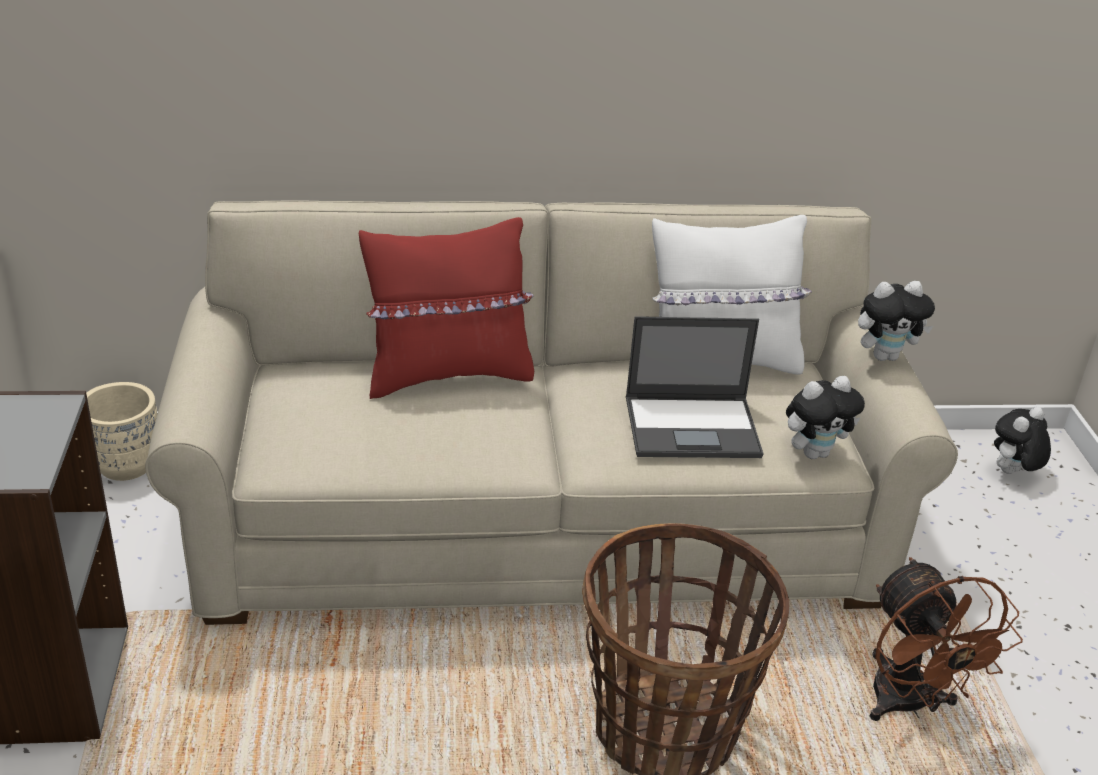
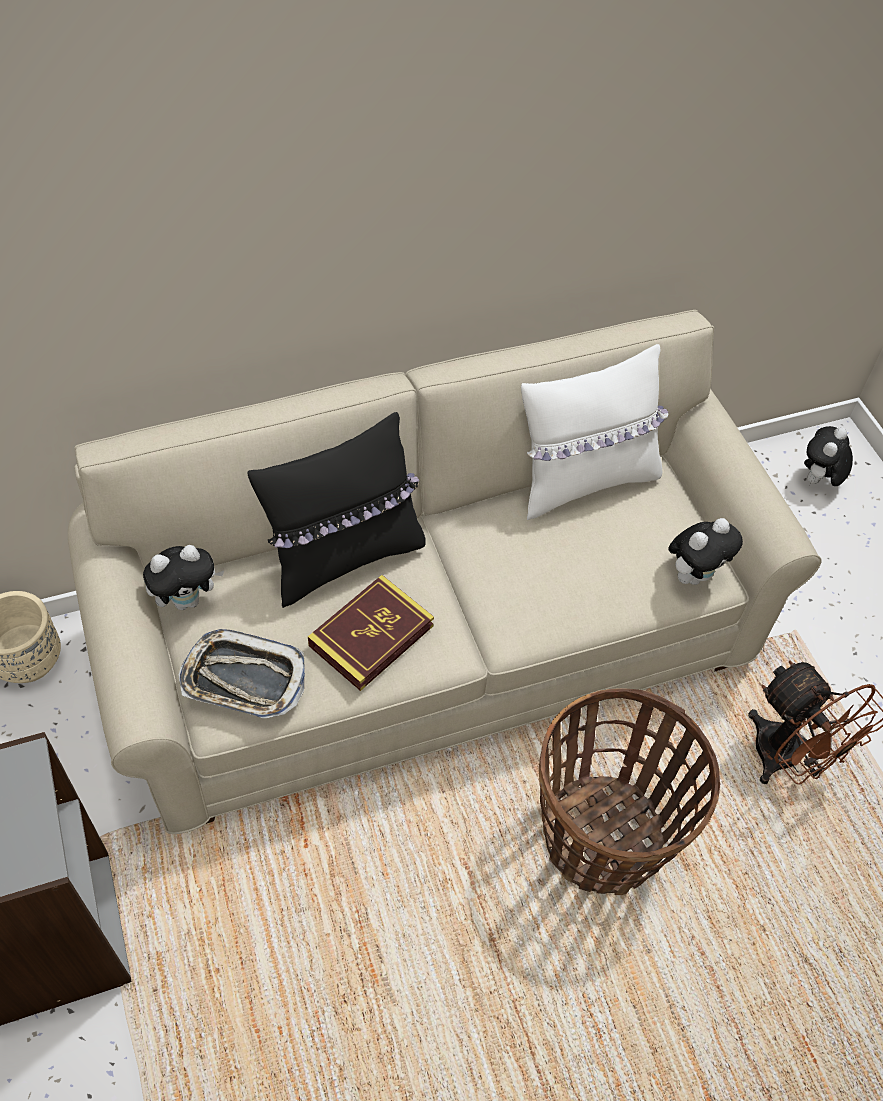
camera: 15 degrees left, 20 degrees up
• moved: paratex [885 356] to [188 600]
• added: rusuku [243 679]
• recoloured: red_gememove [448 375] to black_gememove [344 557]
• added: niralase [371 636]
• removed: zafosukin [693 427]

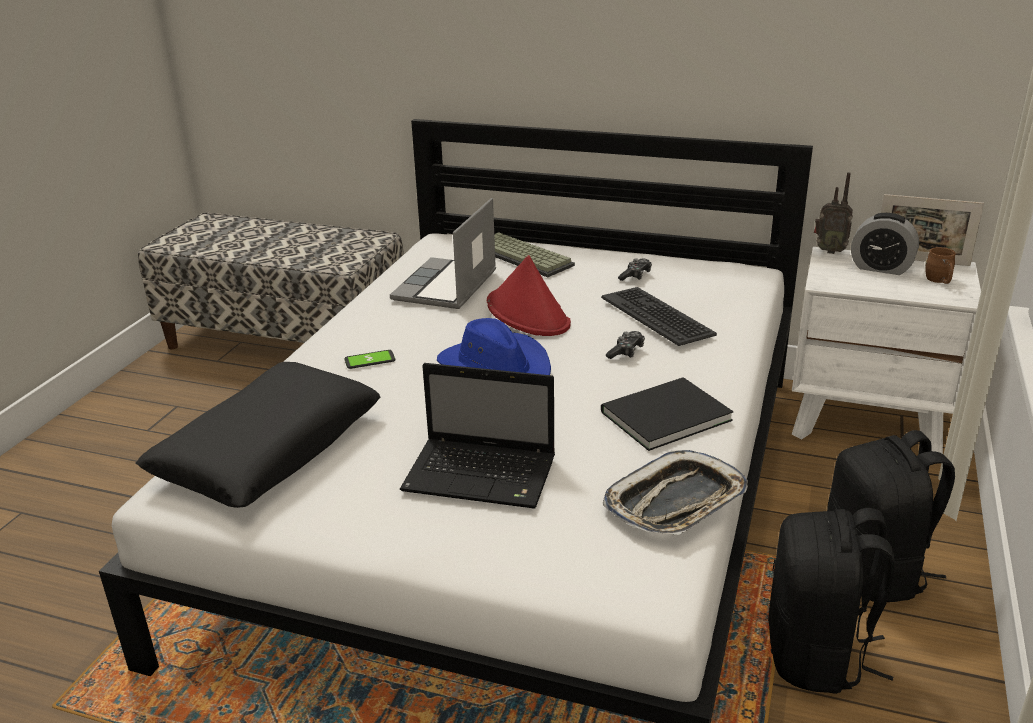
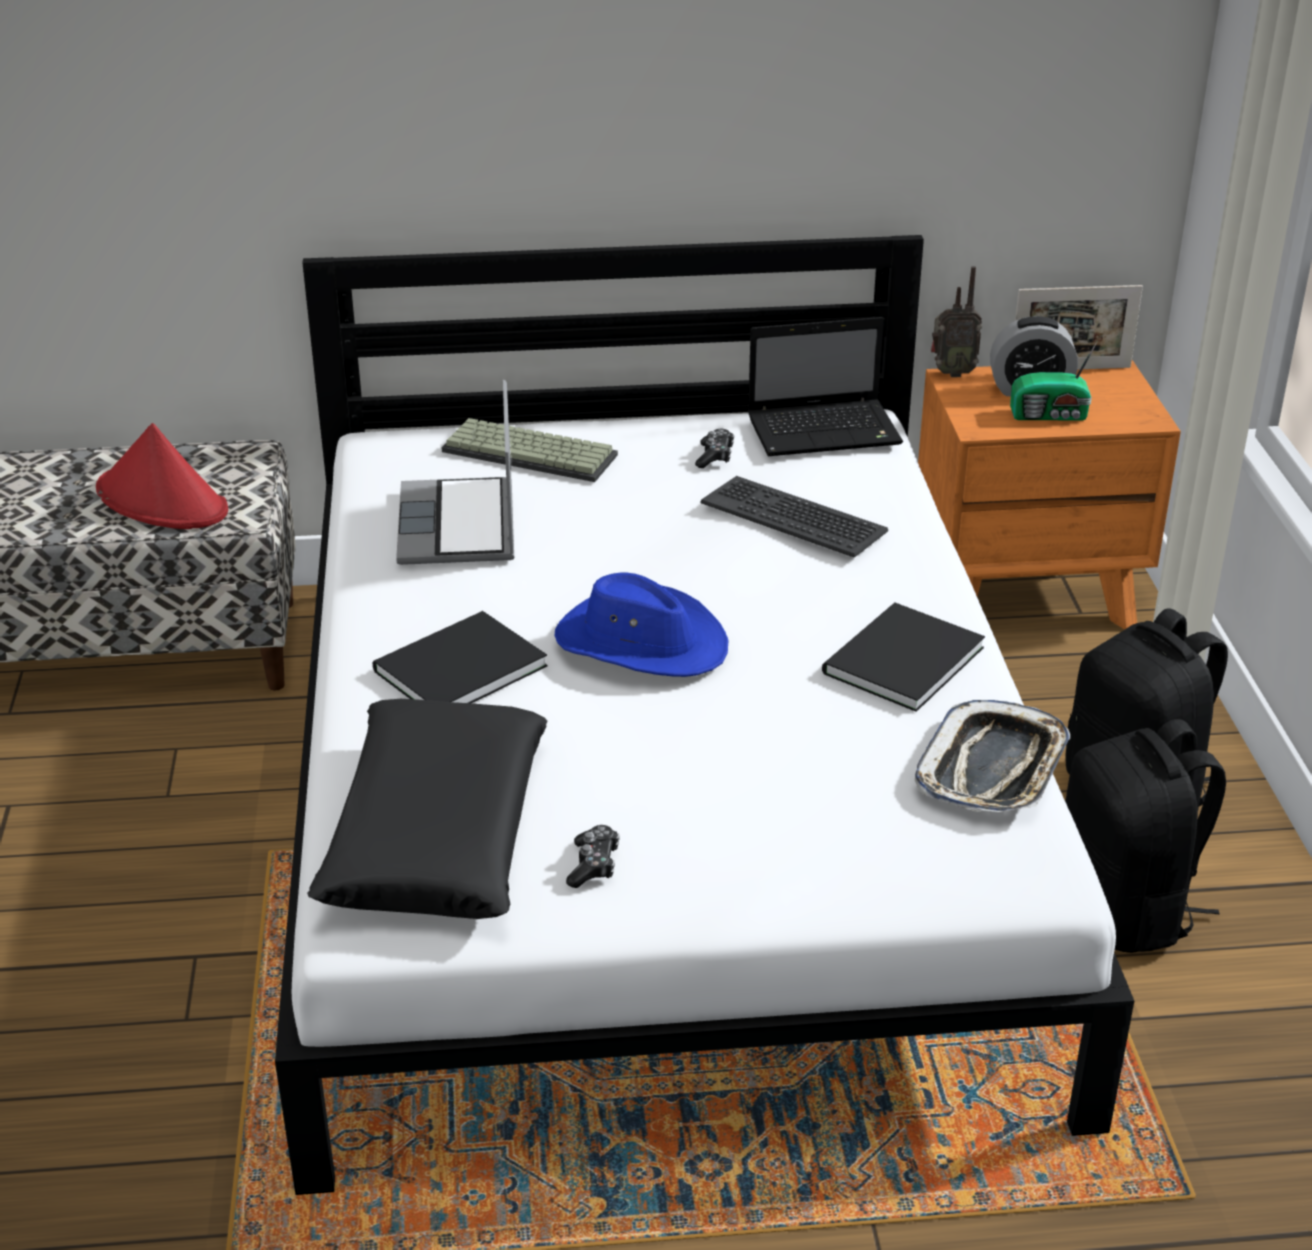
camera: 25 degrees left, 5 degrees up
• moved: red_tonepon [528 314] to [163 501]
• replaced: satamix [370 360] to black_niralase [454 668]
• moved: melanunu [626 352] to [593 865]
• moved: zafosukin [483 475] to [826 430]
• recoloured: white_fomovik [867 420] to orange_fomovik [1026 593]
• added: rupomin [1051 415]
• removed: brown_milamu [939 281]

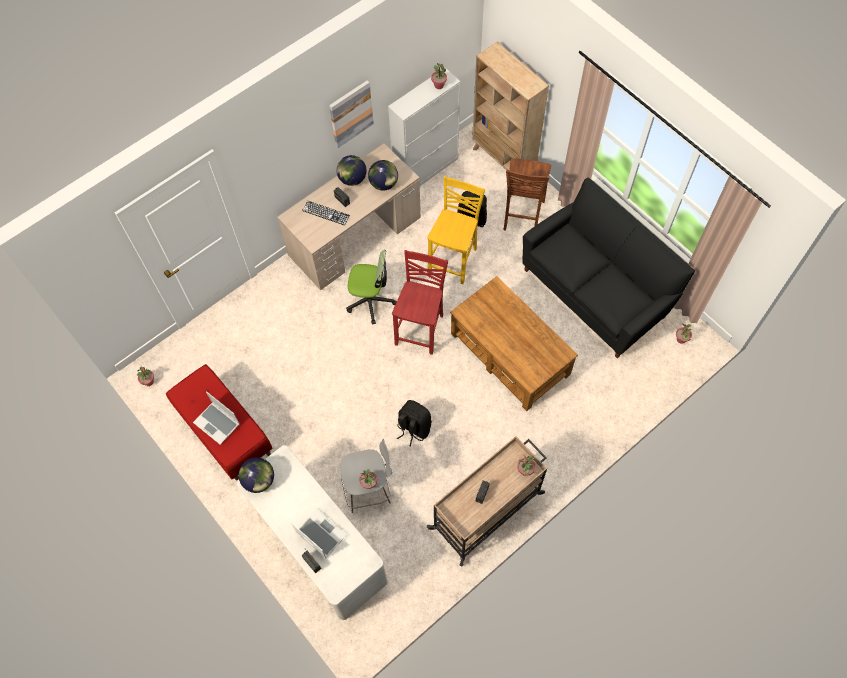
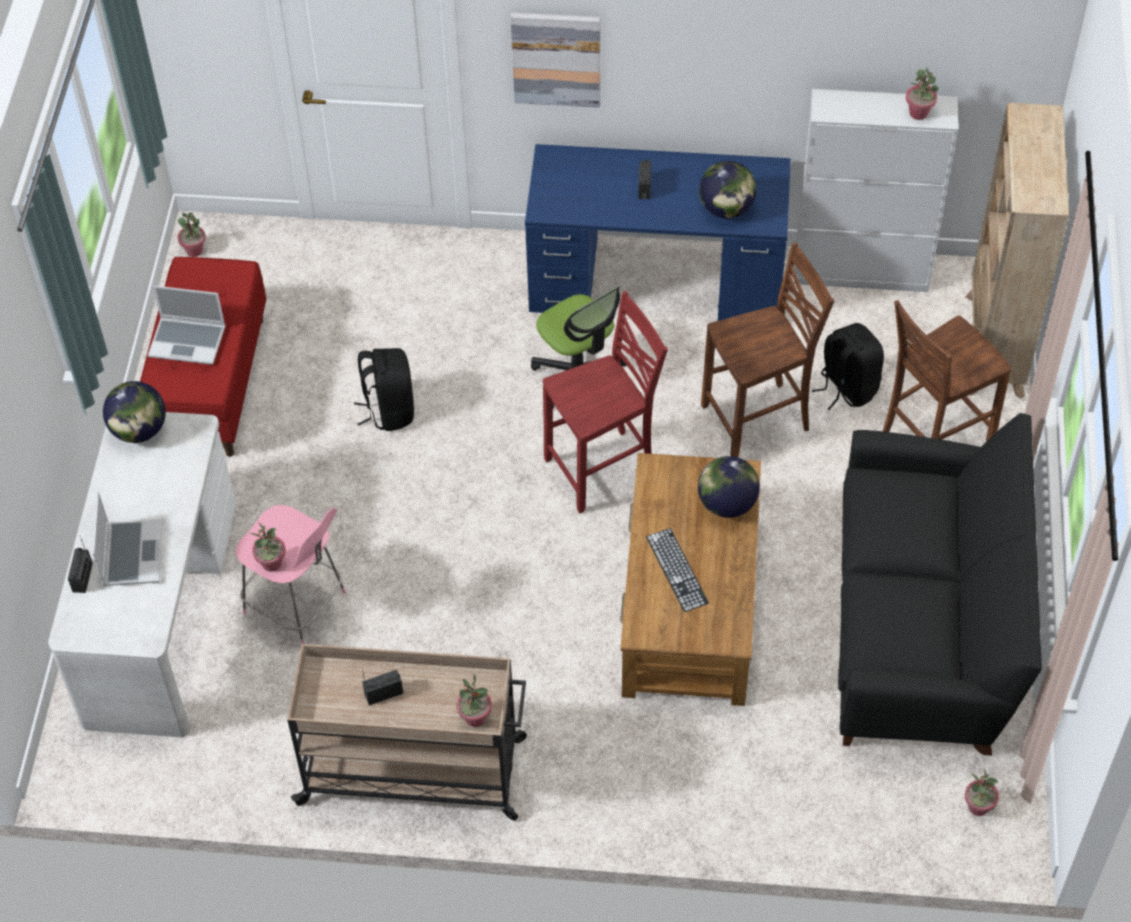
camera: 45 degrees right, 10 degrees down
• turned: zafosukin [218 423] = [188 341] 75 degrees counterclockwise
• recoloured: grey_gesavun [369 489] to pink_gesavun [297 604]
• moved: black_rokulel [413 428] to [389 410]
• moved: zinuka [351 113] to [556 58]
• recoloured: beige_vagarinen [355 236] to blue_vagarinen [657 281]
• moved: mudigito [326 213] to [677 570]
• moved: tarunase [352 179] to [726 504]
• recoloured: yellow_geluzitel [454 260] to brown_geluzitel [758 419]

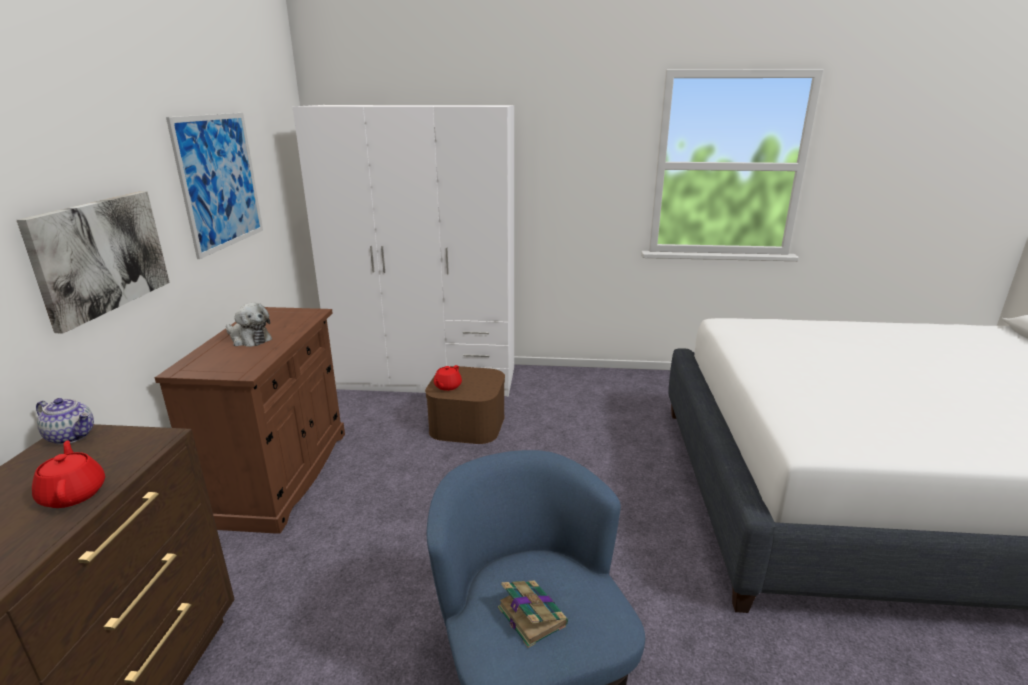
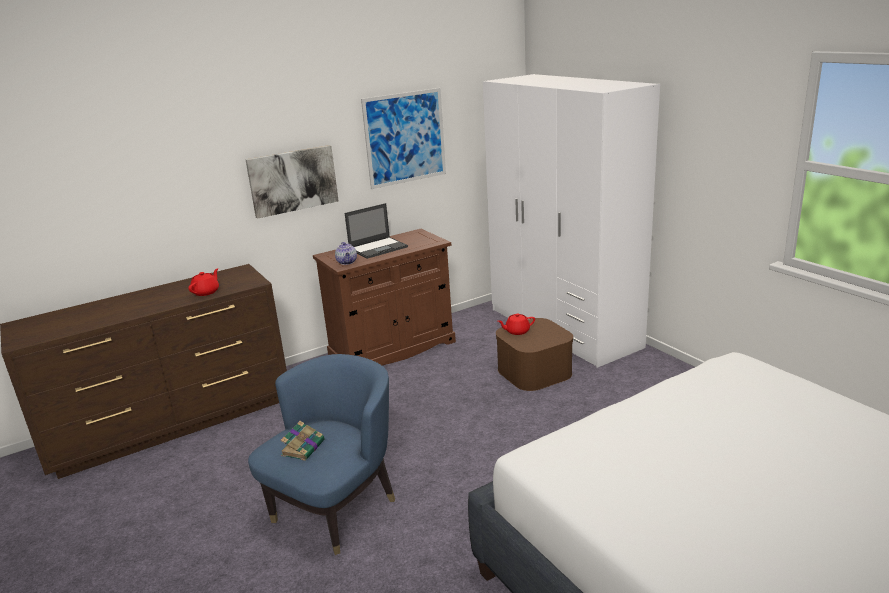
camera: 55 degrees right, 0 degrees up
• moved: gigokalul [72 436] to [347 262]
• replaced: paratex [249 339] to zafosukin [378 248]

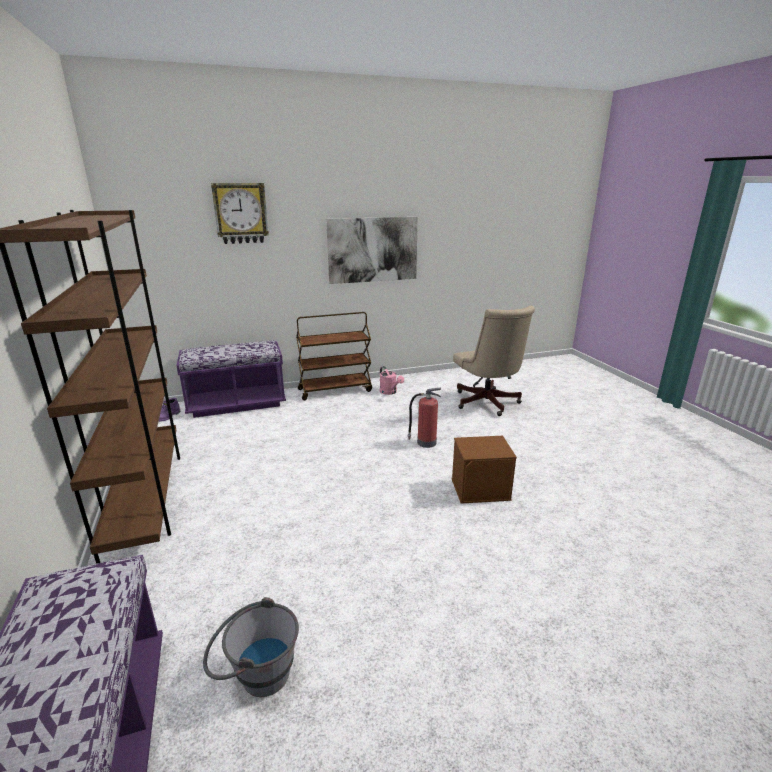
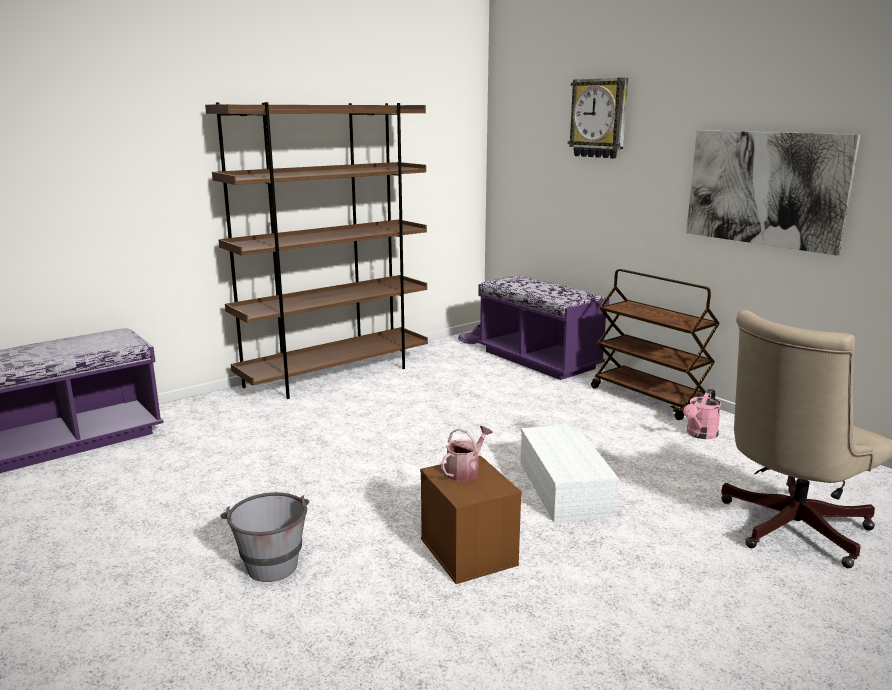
camera: 70 degrees right, 5 degrees down
• moved: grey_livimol [255 675] to [270 560]
• added: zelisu [465 471]
• replaced: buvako [425 442] to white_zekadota [566 488]

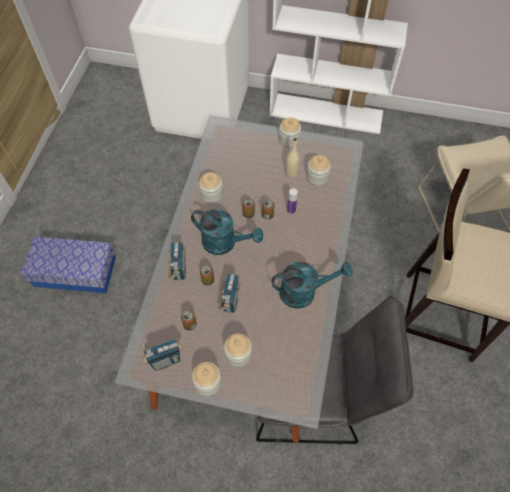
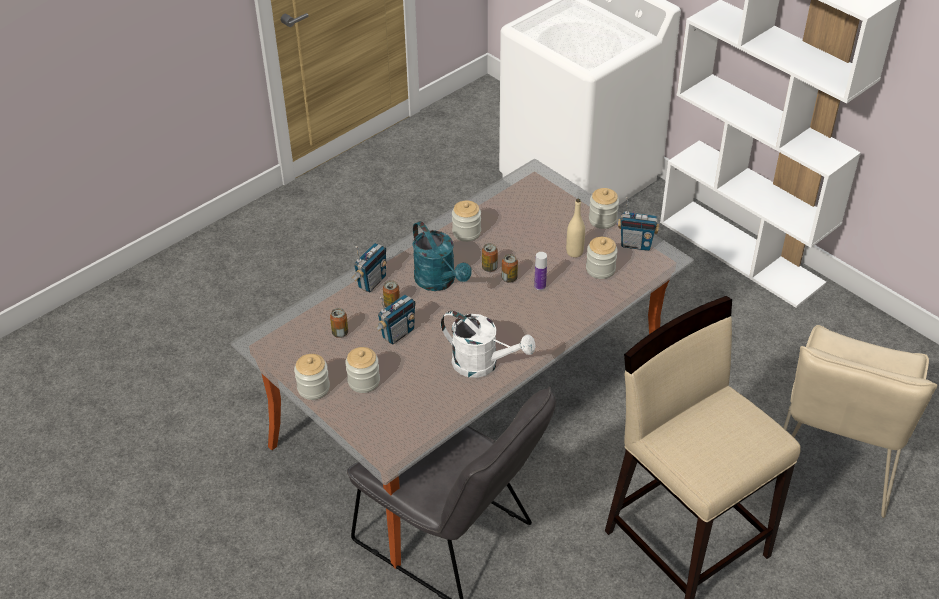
camera: 35 degrees right, 15 degrees down
• recoloured: turquoise_zelisu [304 291] to white_zelisu [483 364]
• moved: rupomin [166 360] to [636 244]
• removed: zekadota [75 272]

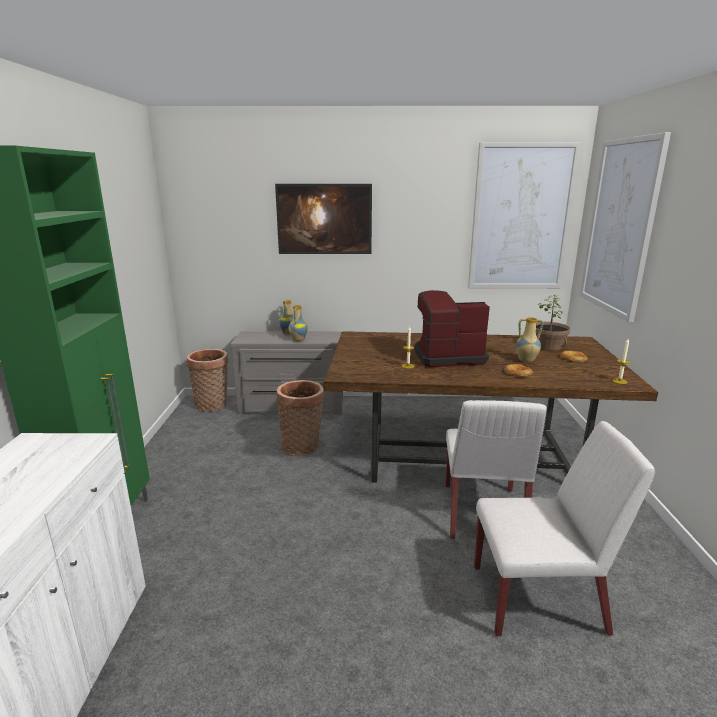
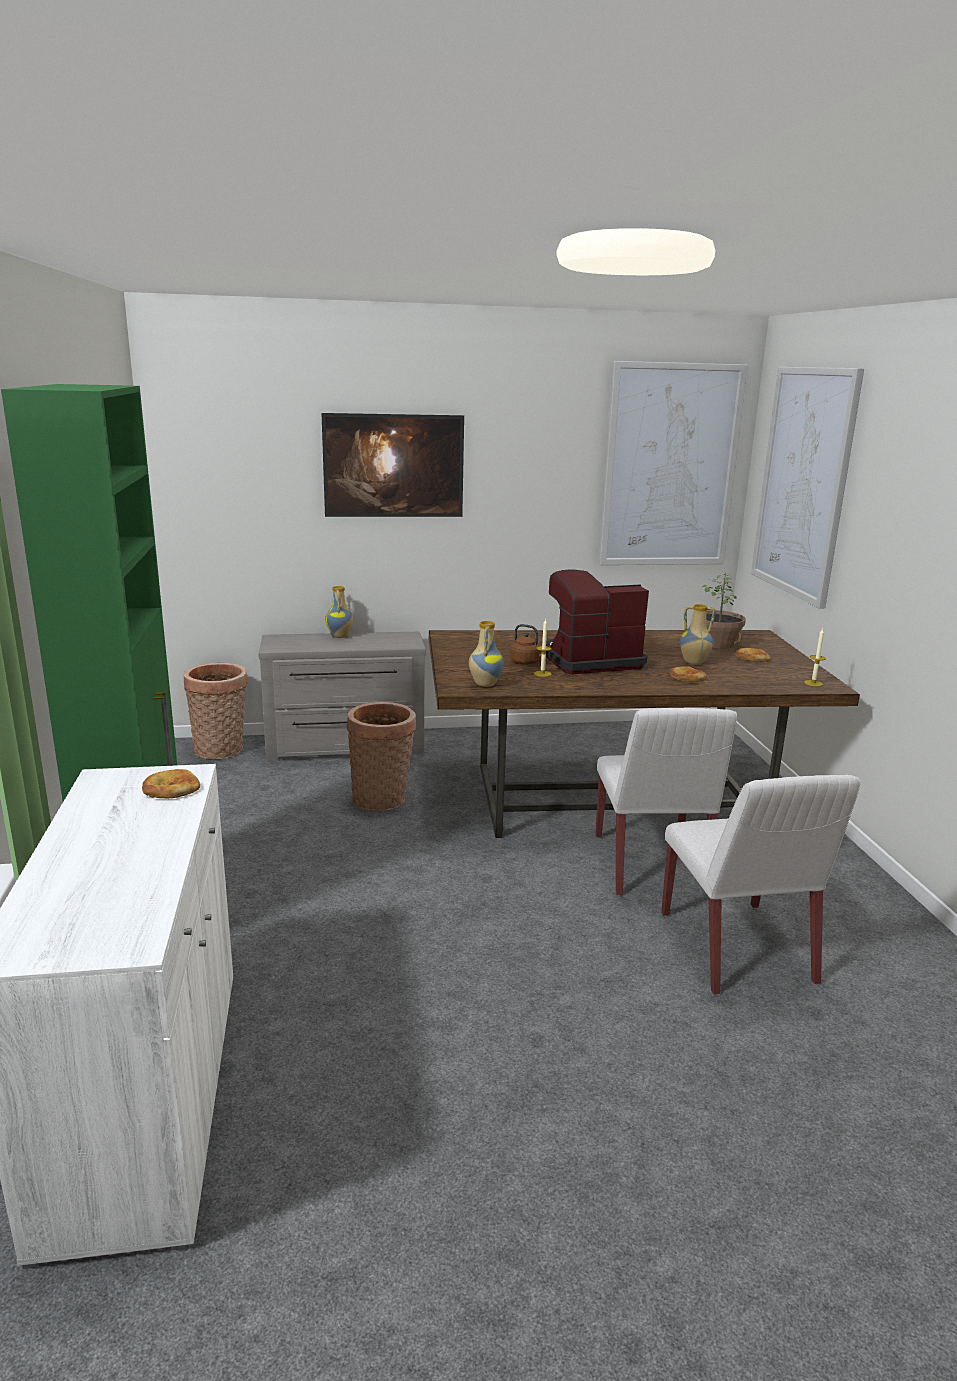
camera: 10 degrees left, 0 degrees up
• added: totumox [171 788]
• moved: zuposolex [298 340] to [484 684]
• added: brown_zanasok [527 662]
• turned: white_geluzitel [539 598] = [737 948] 90 degrees clockwise

